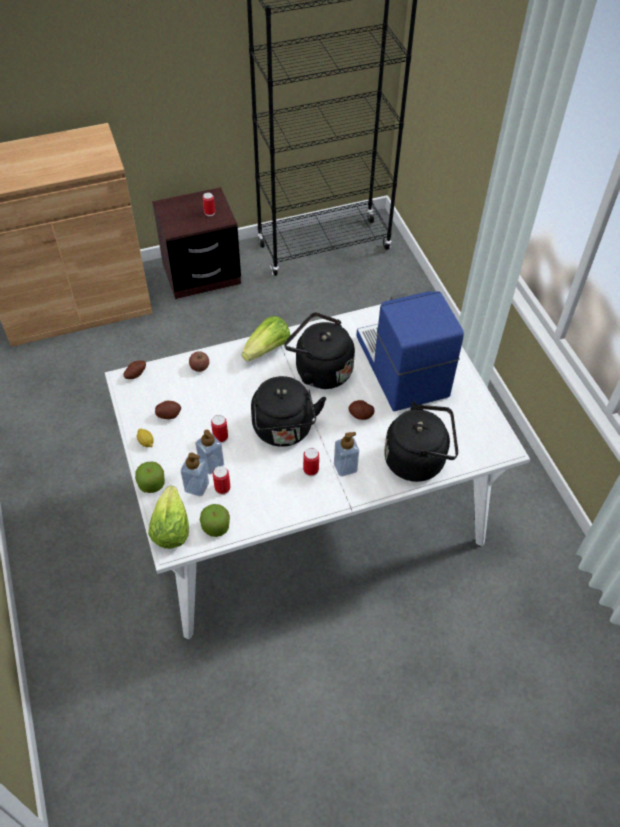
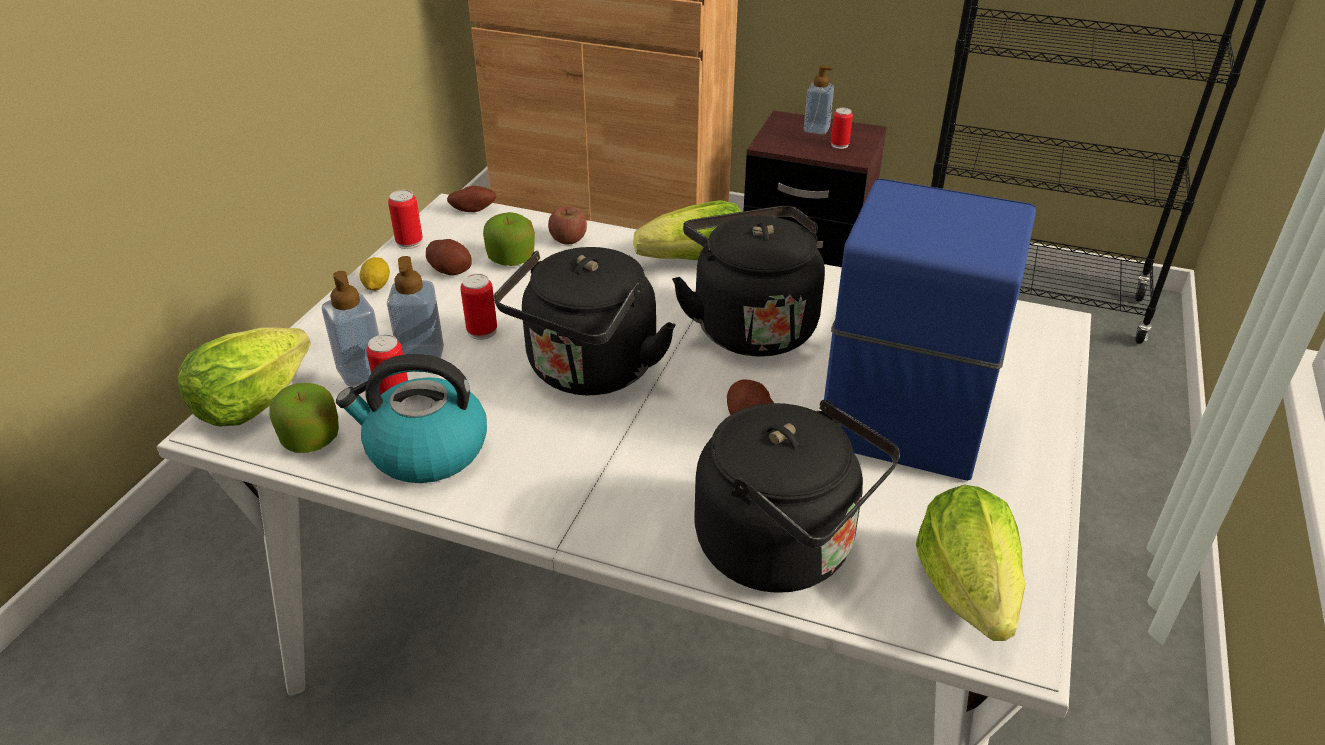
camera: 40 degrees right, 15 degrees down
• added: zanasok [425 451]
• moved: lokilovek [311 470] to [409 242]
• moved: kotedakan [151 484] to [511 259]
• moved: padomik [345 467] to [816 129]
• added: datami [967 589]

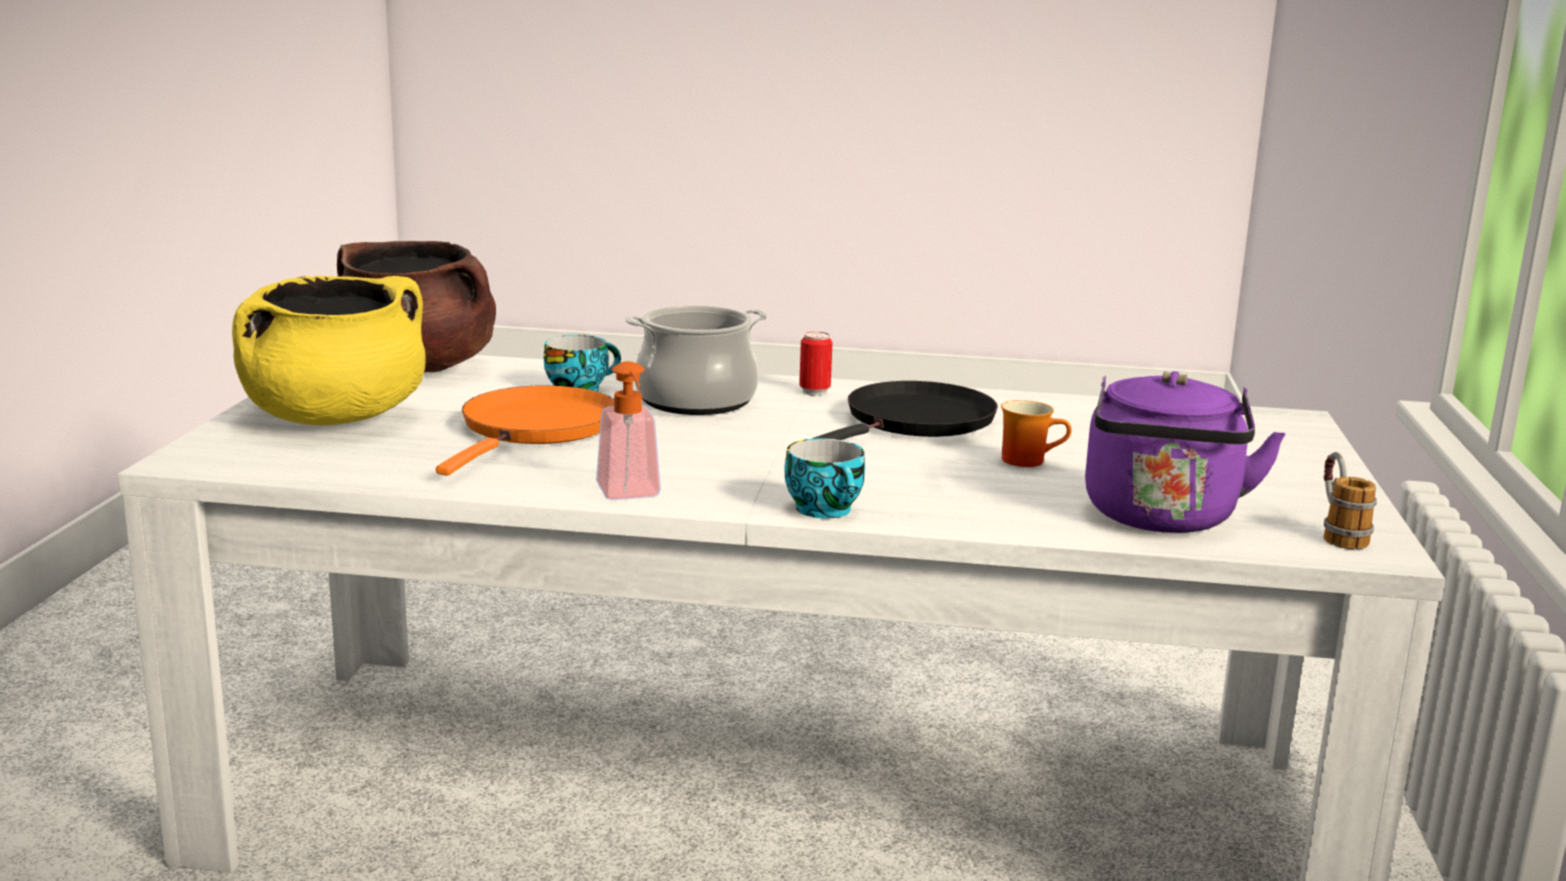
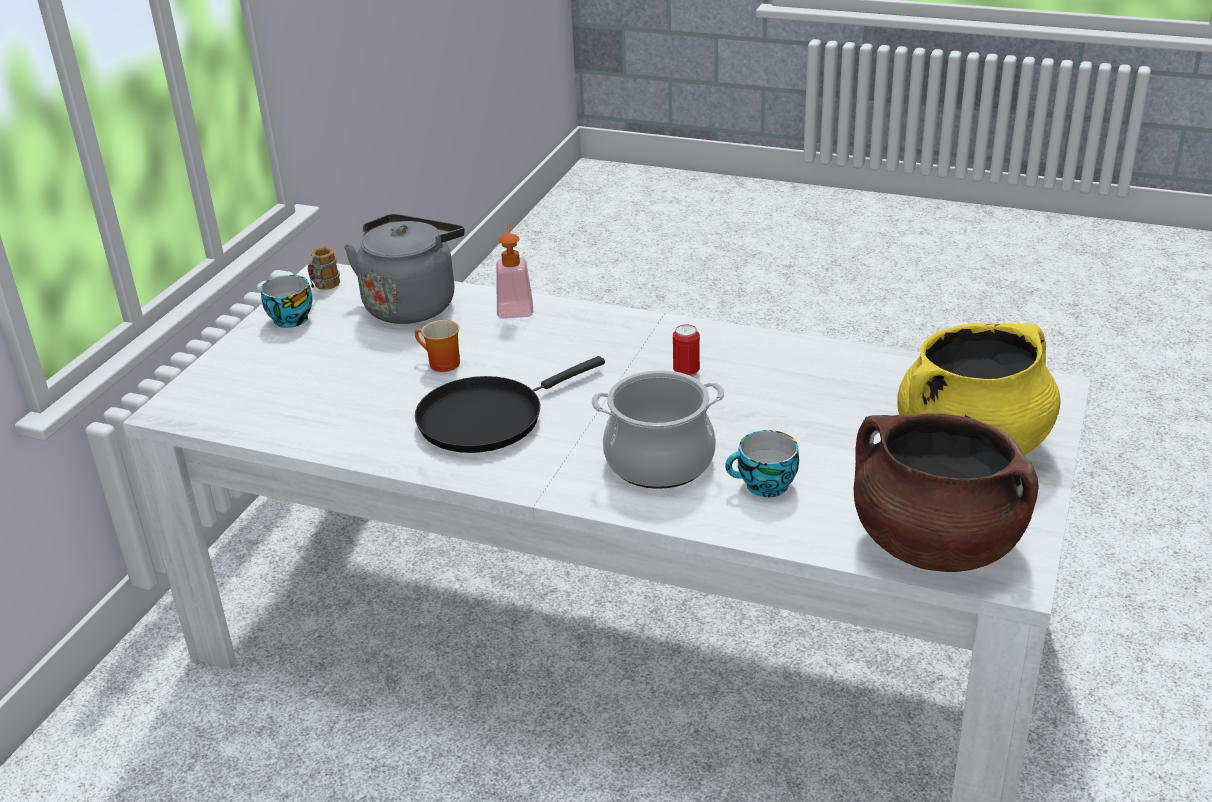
camera: 165 degrees left, 15 degrees up
• moved: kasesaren [827 510] to [289 318]
• recoloured: purple_zanasok [1161 519] to grey_zanasok [412 304]
• moved: padomik [630 495] to [515 306]
• moved: lokilovek [814 392] to [686 373]
• removed: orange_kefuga [536 429]

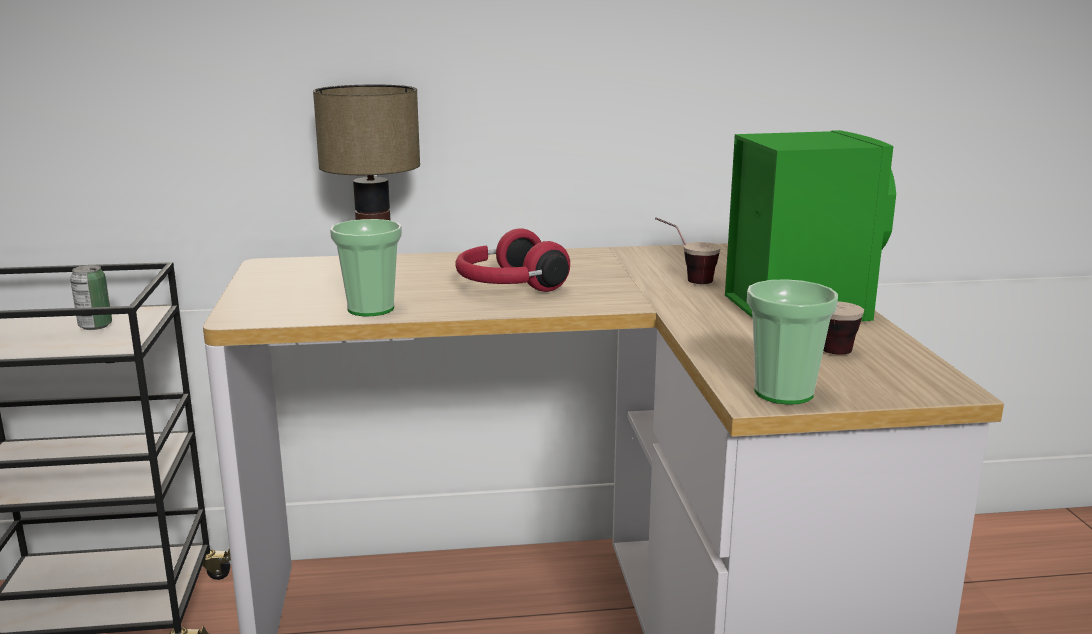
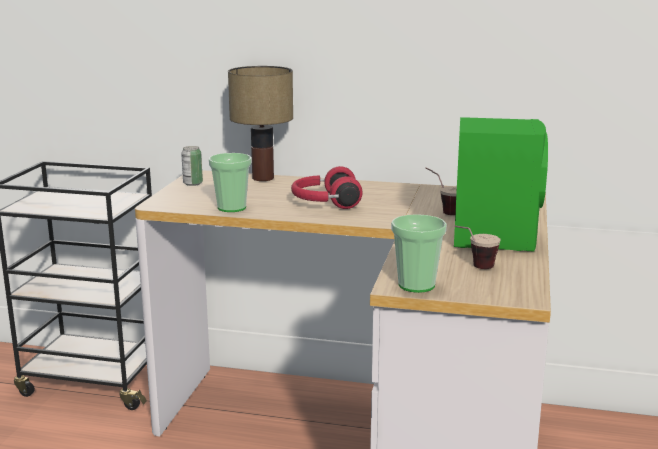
camera: 20 degrees right, 0 degrees up
• moved: lokilovek [95 326] to [193 183]

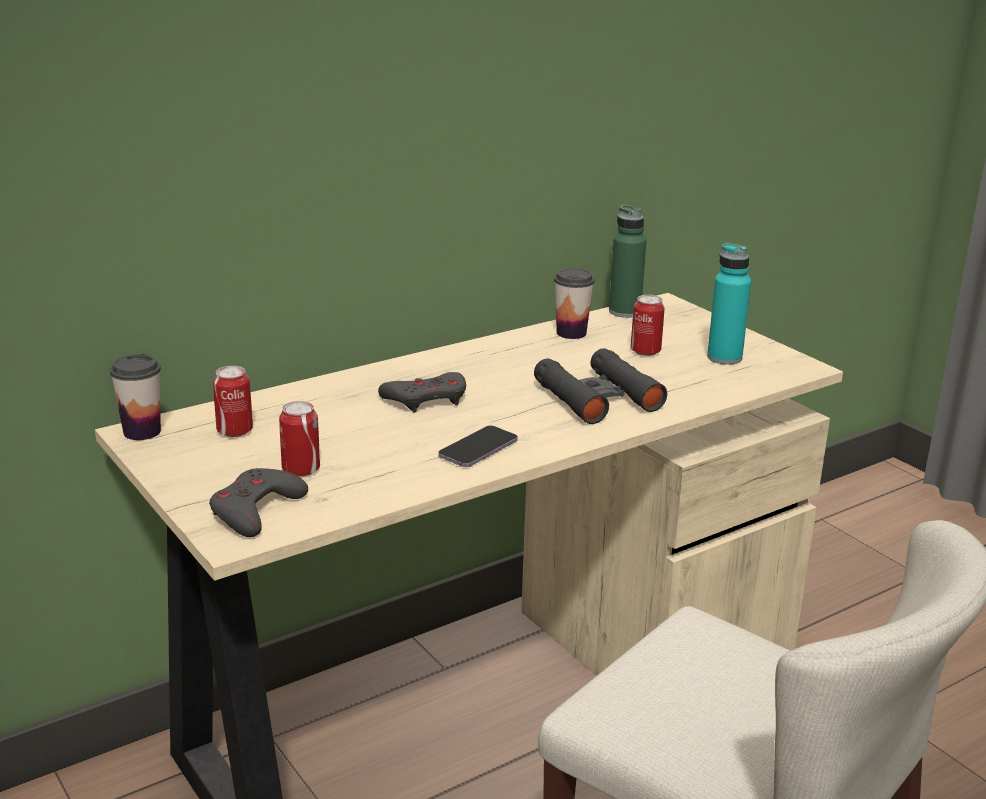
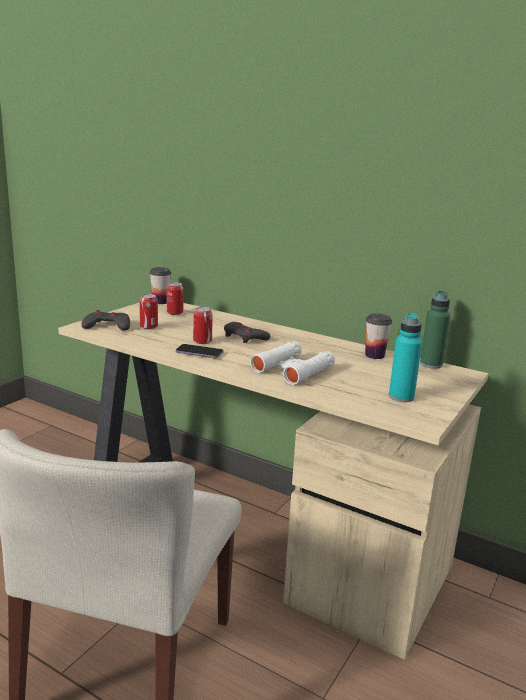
camera: 65 degrees right, 5 degrees down
• moved: lokilovek [645 351] to [202 341]
• recoloured: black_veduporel [597 397] to white_veduporel [292 370]

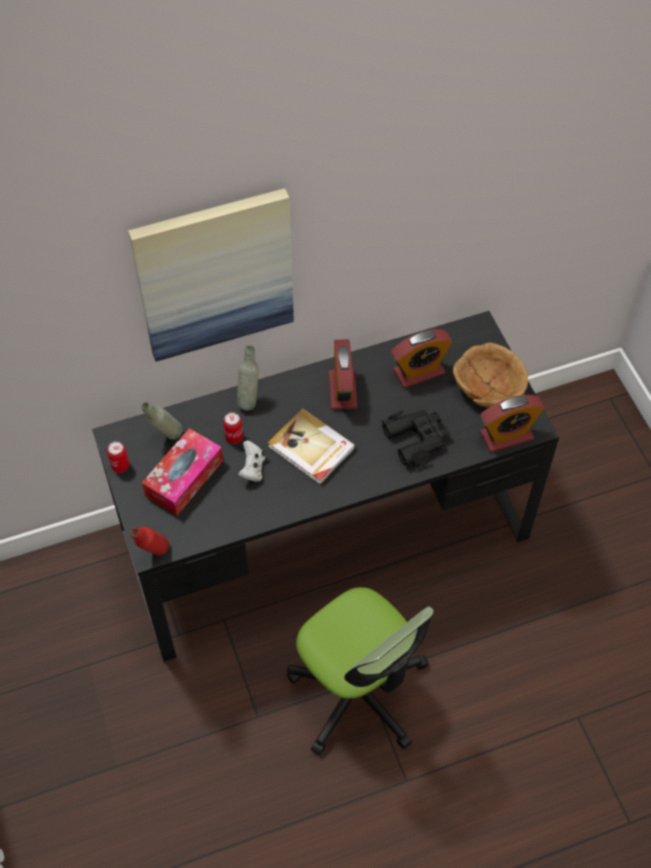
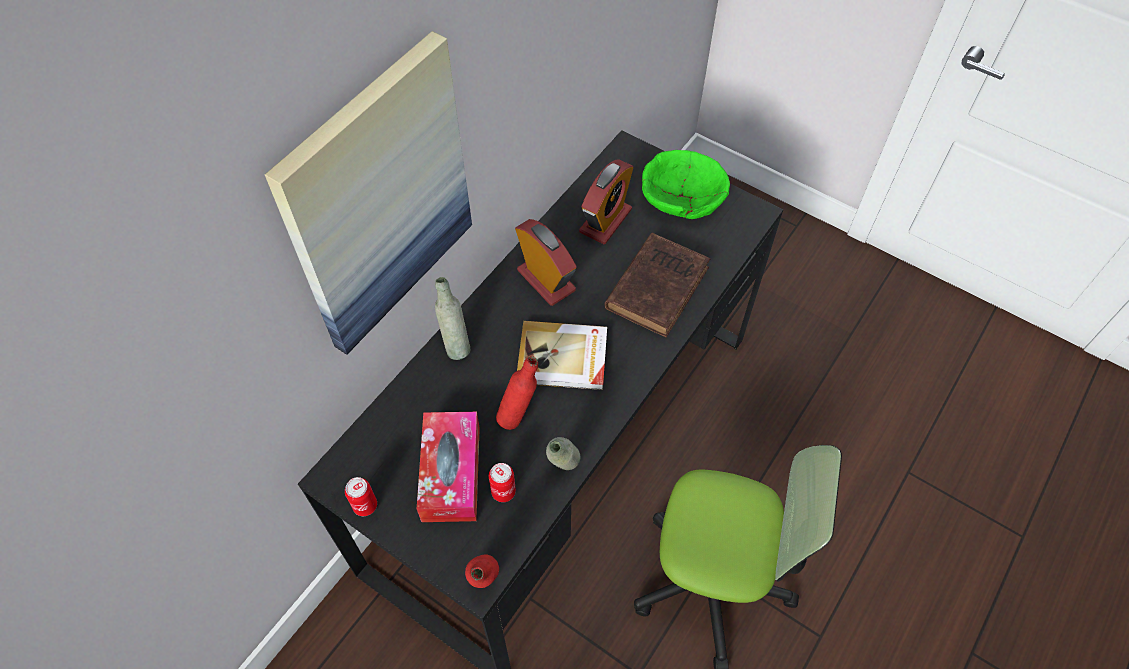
camera: 35 degrees left, 0 degrees up
• moved: lokilovek [234 437] to [503 491]
• replaced: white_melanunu [253 468] to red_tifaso [519 416]
• moved: grey_tifaso [166 438] to [563 471]
• replaced: black_veduporel [417 438] to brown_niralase [658 286]
• recoloured: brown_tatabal [487 386] to green_tatabal [681 199]
• removed: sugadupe [506 436]

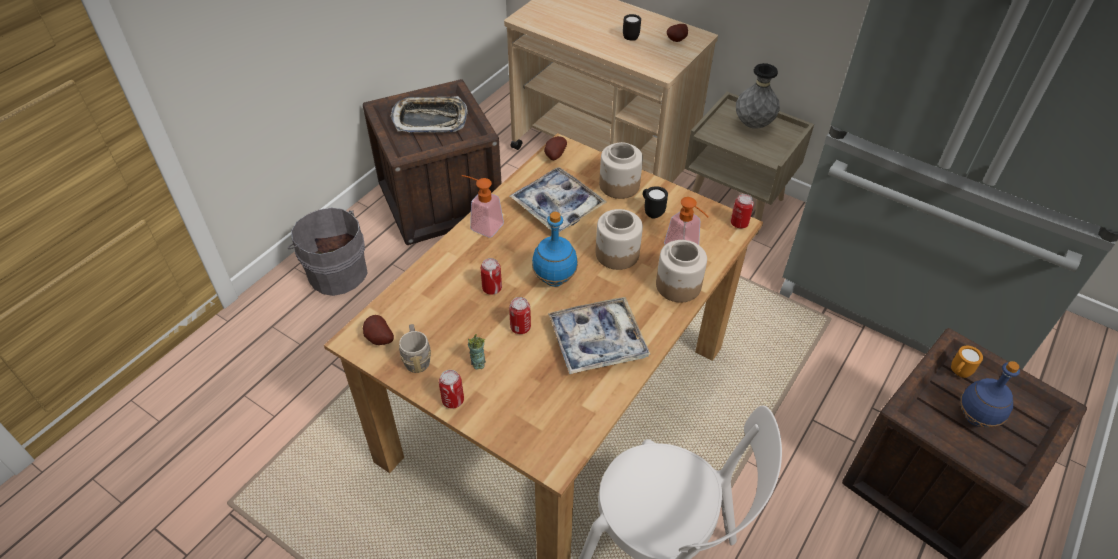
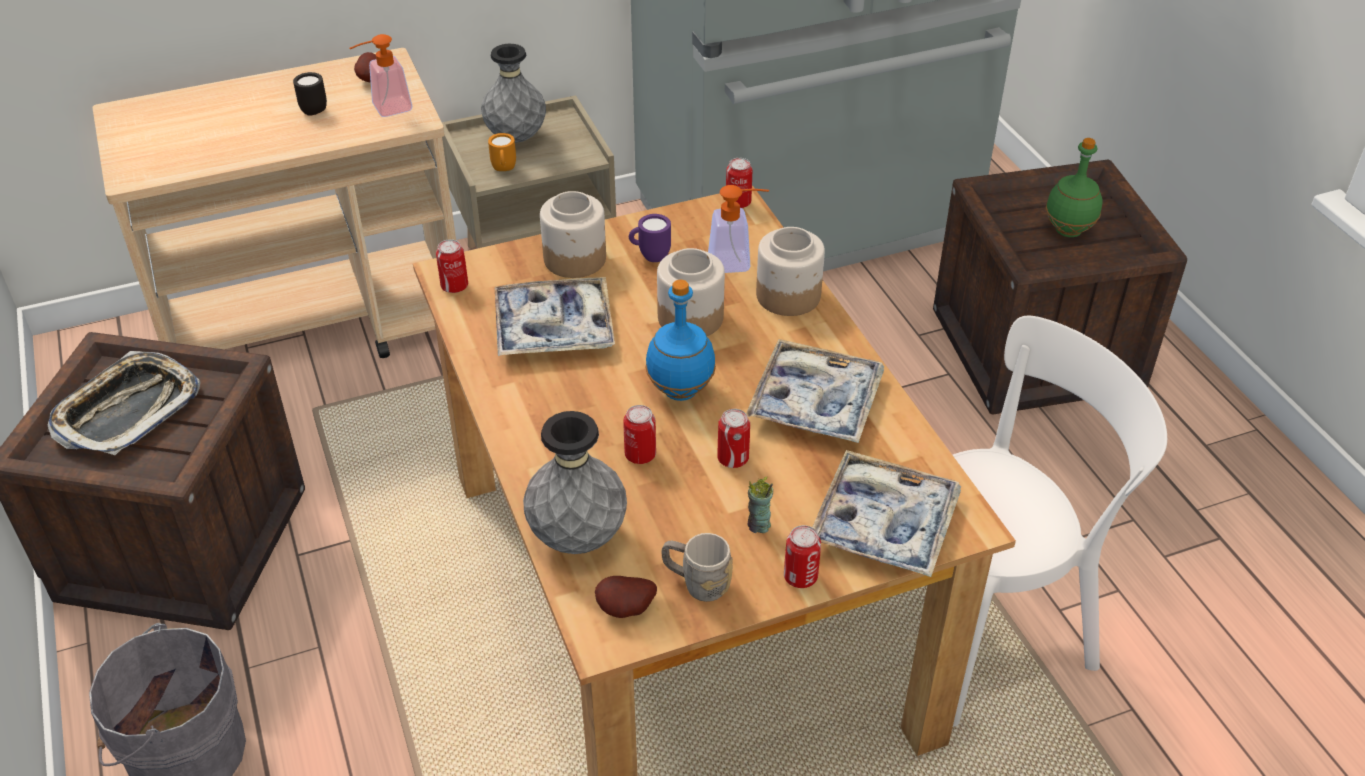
camera: 55 degrees left, 5 degrees down
• moved: padomik [482 225] to [385 109]
• replaced: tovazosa [554 155] to lokilovek [454 286]
• moved: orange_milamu [958 373] to [504 170]
• added: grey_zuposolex [578 538]
• recoloured: black_milamu [651 212] to purple_milamu [650 257]
• added: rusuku [884 524]
• recoloured: blue_tifaso [975 418] to green_tifaso [1068 231]

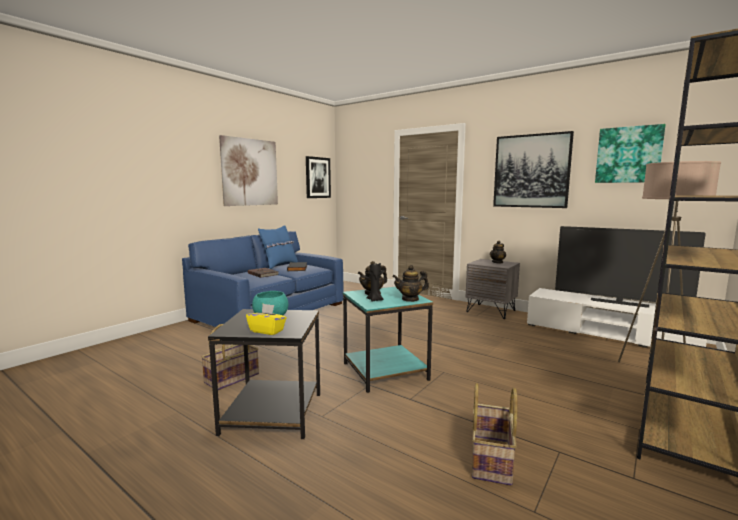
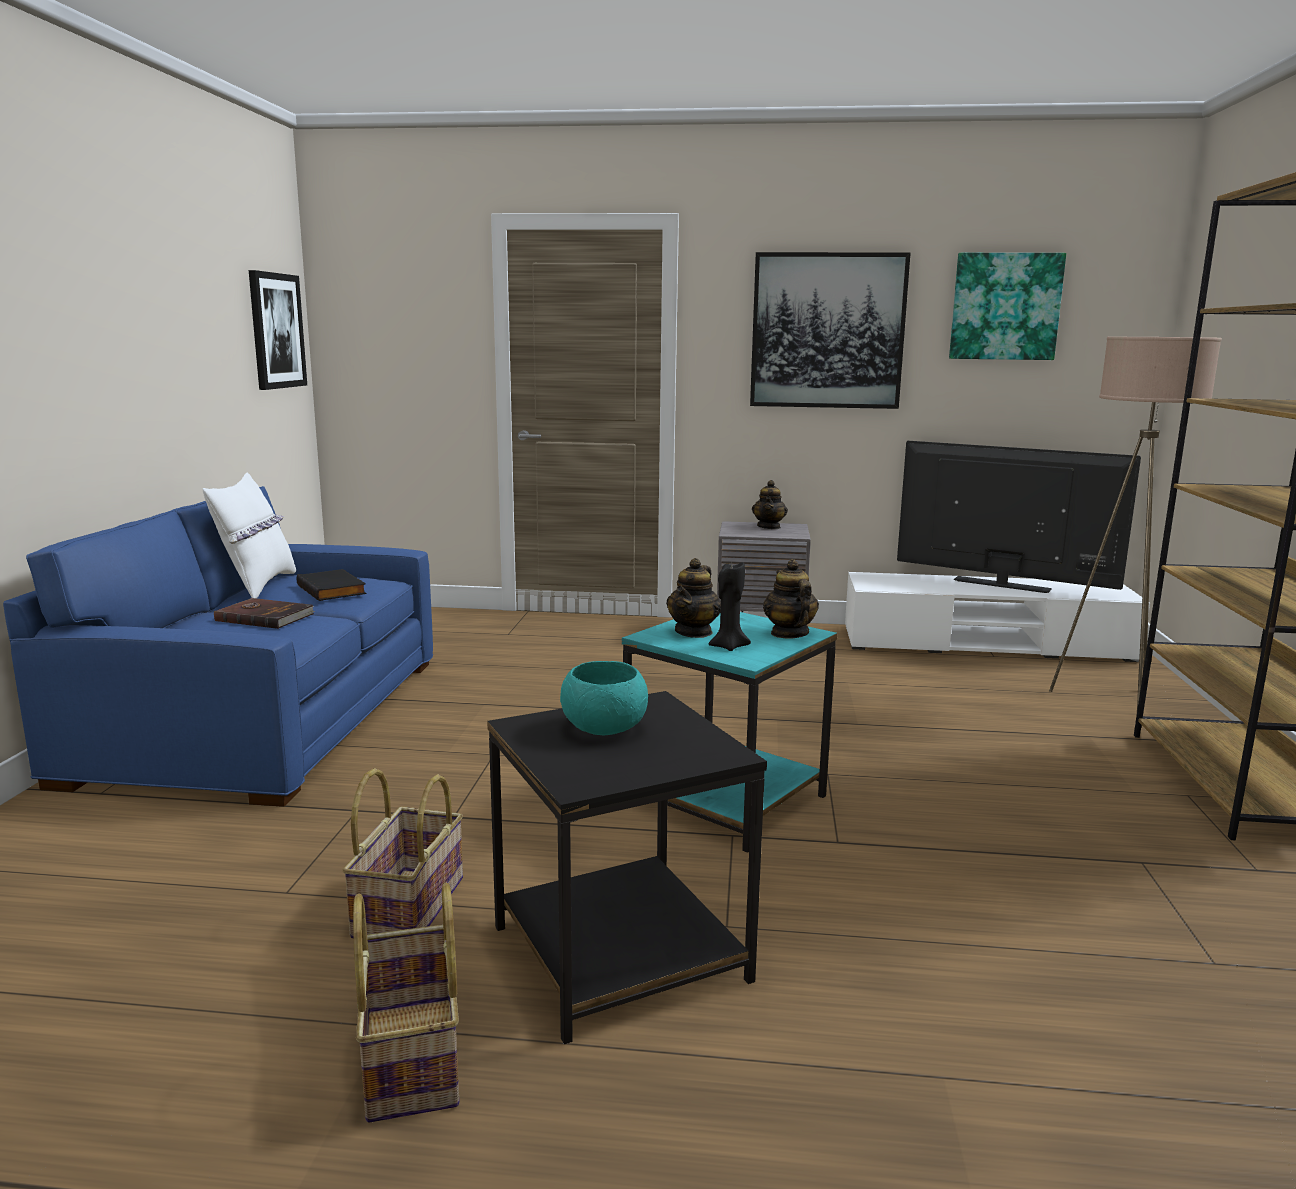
camera: 30 degrees left, 5 degrees up
• recoloured: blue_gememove [279 265] to white_gememove [257 585]
• moved: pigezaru [492 460] to [414 1058]
• turned: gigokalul [410 299] = [789 633] 120 degrees clockwise
• turned: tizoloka [619 303] = [1001 585] 150 degrees counterclockwise
• removed: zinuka [250 172]
• removed: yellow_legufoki [267 331]

